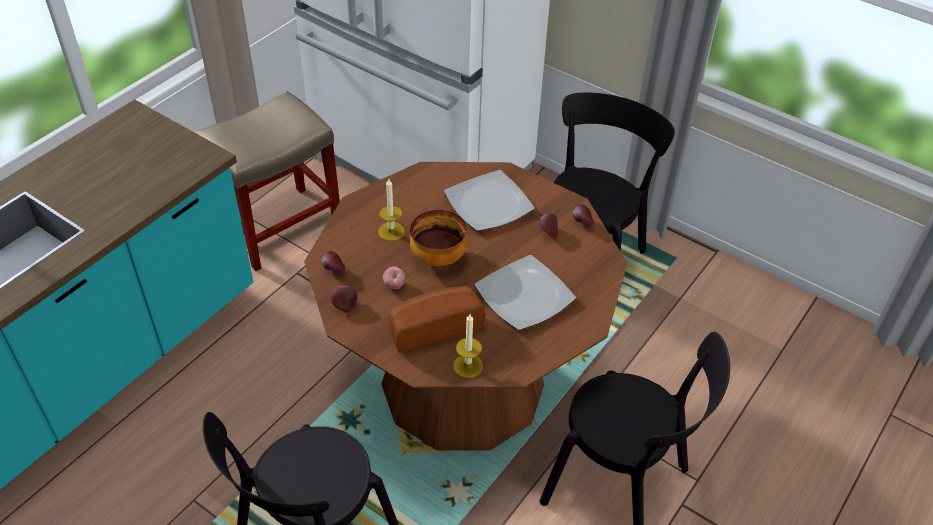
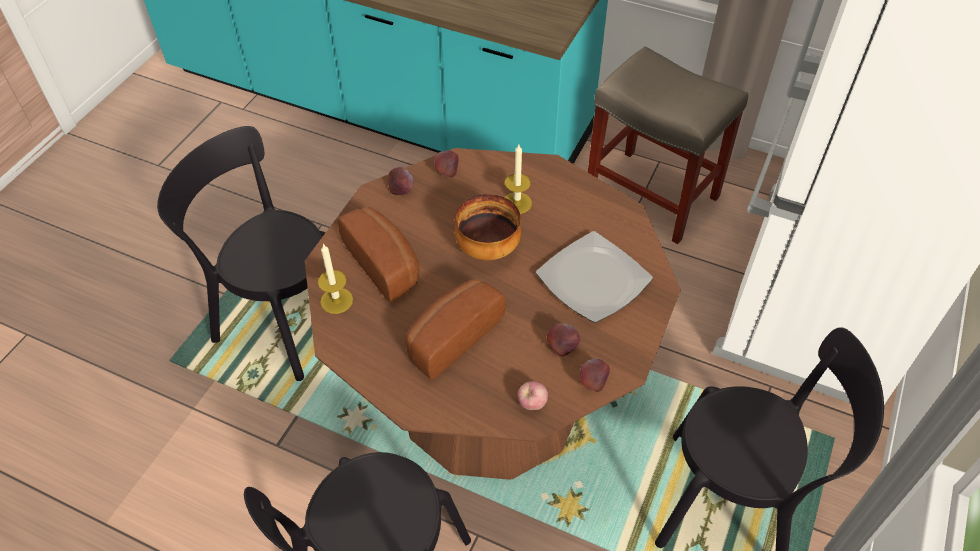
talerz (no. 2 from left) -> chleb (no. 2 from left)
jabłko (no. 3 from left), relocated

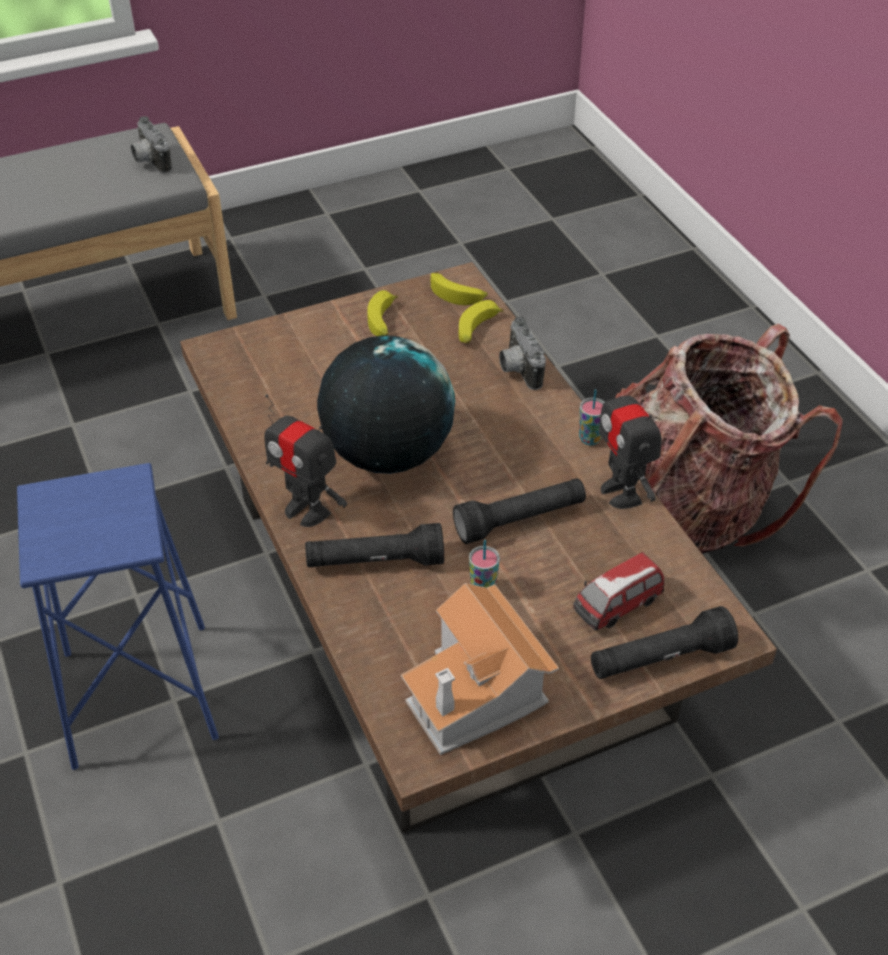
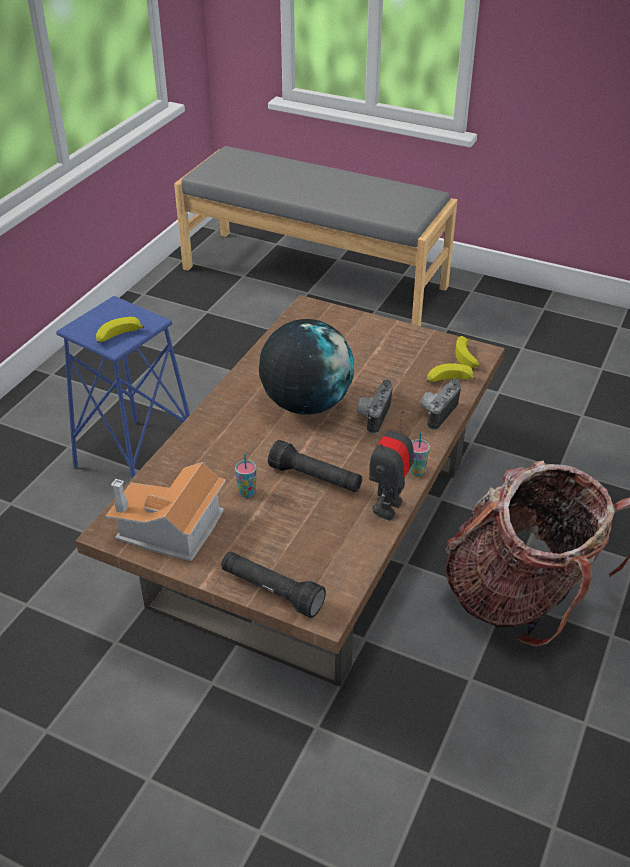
banan (no. 1 from left), relocated
aparat fotograficzny (no. 1 from left), relocated
robot zabawkowy (no. 1 from left) -> none
latarka (czarny) (no. 1 from left) -> none
samochodzik -> none

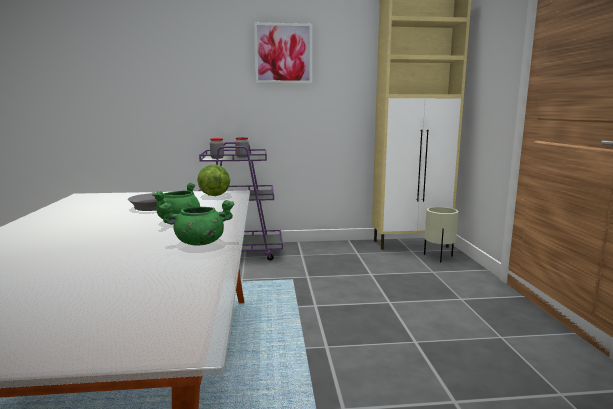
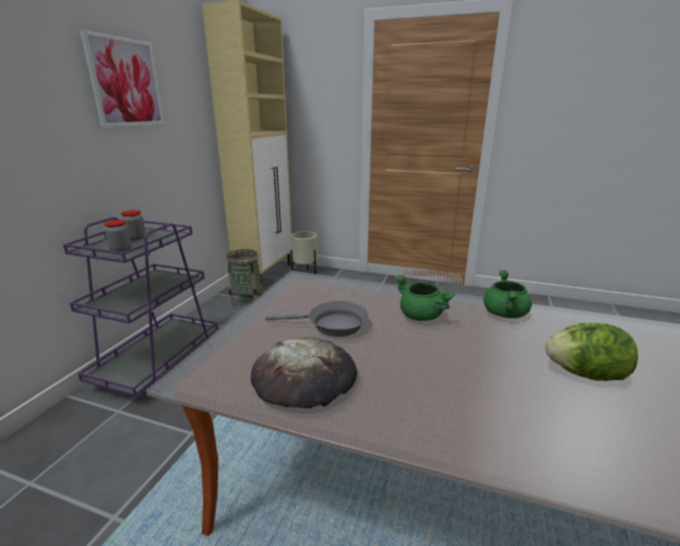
none -> koszyk
none -> chleb
sałata, relocated

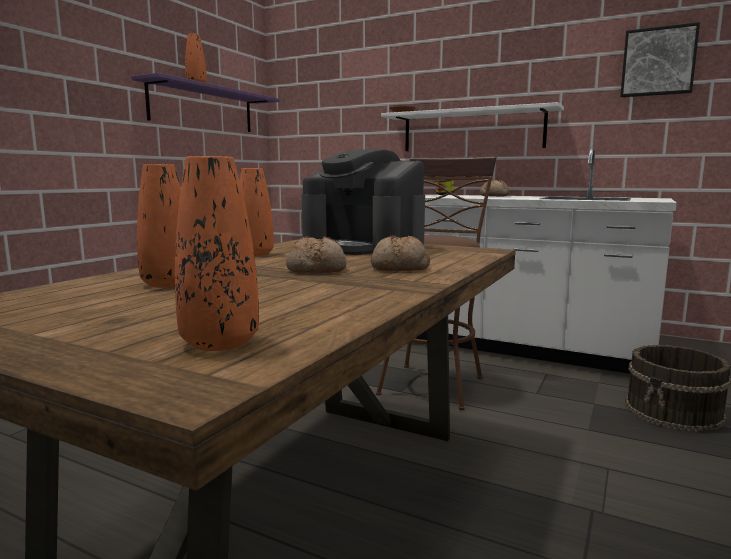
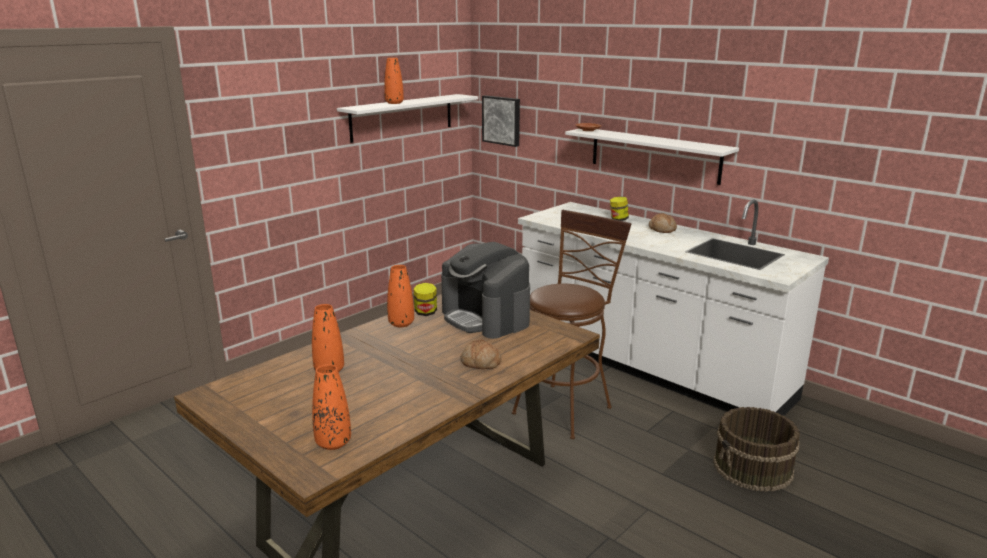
półka (fioletowy) -> półka (biały) (no. 1 from left)
none -> słoik (no. 1 from left)
obraz, relocated
chleb (no. 1 from left) -> none

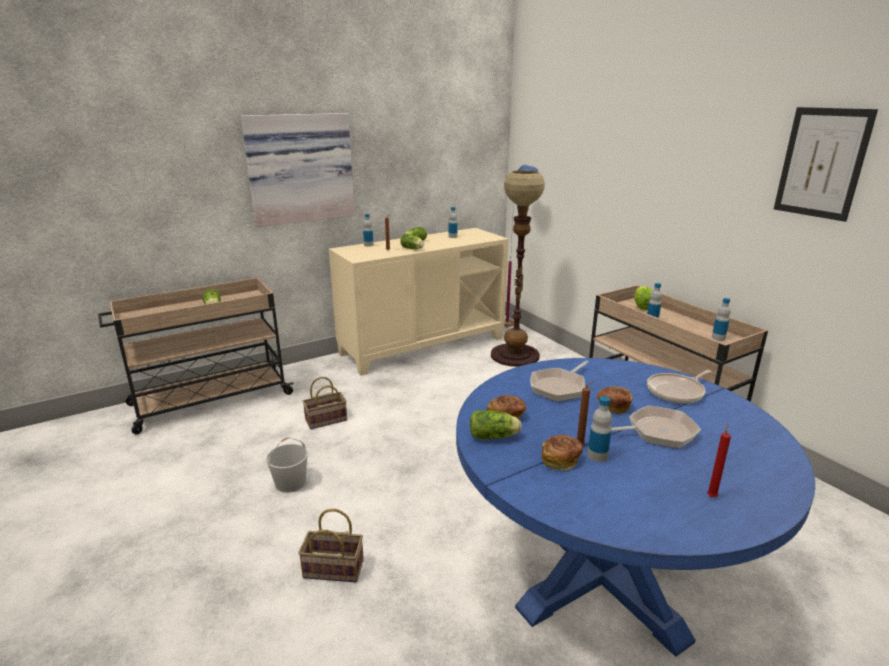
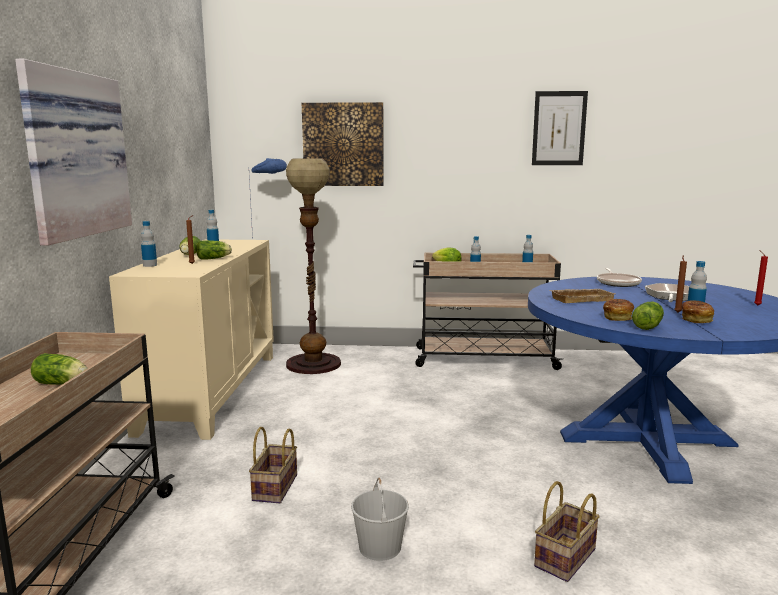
none -> obraz (no. 2 from left)
patelnia (no. 1 from left) -> taca (beżowy)
chleb (no. 3 from left) -> none

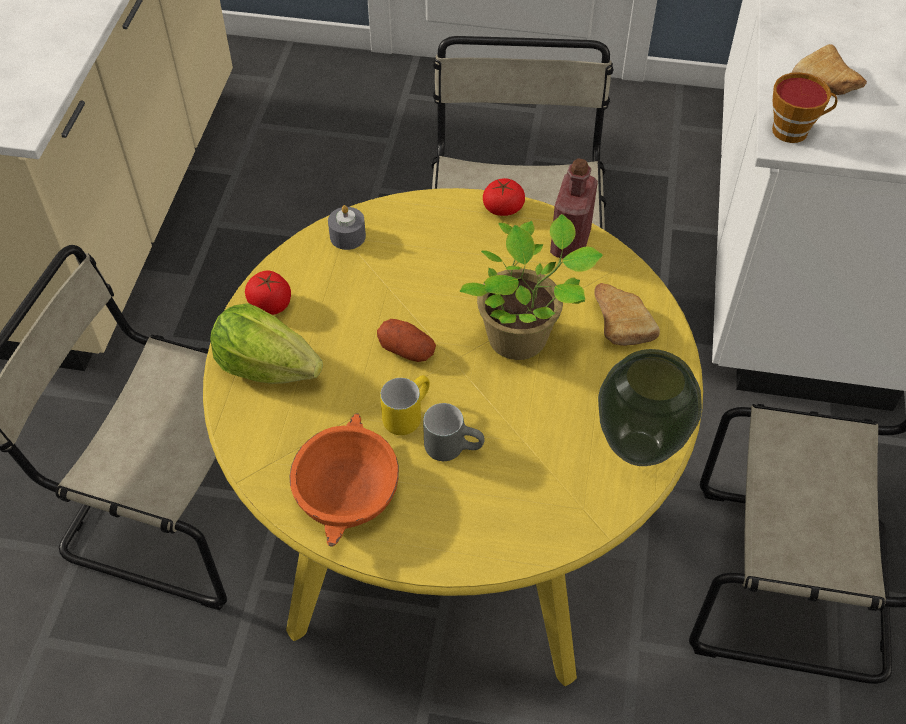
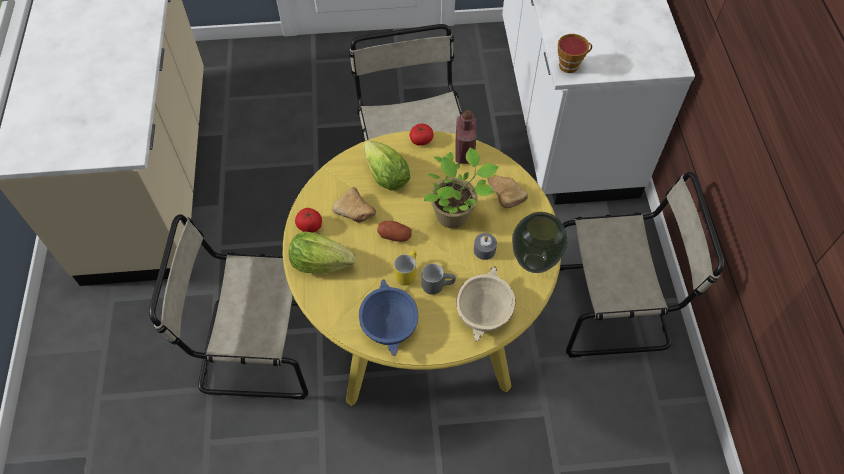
chleb (no. 2 from left in the first image) -> chleb (no. 1 from left), relocated
miska (pomarańczowy) -> miska (niebieski)
none -> sałata (no. 2 from left)
none -> miska (beżowy)
świeca (szary), relocated

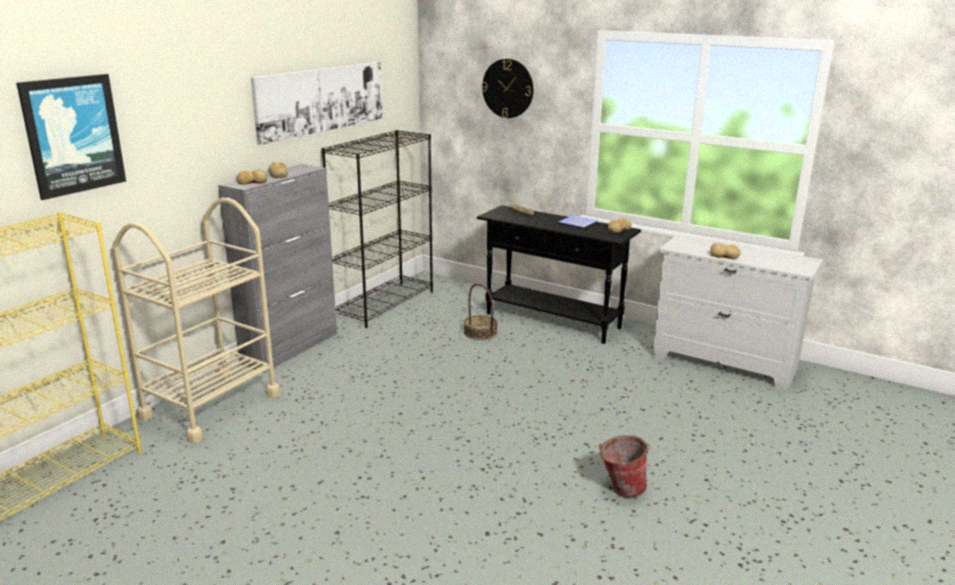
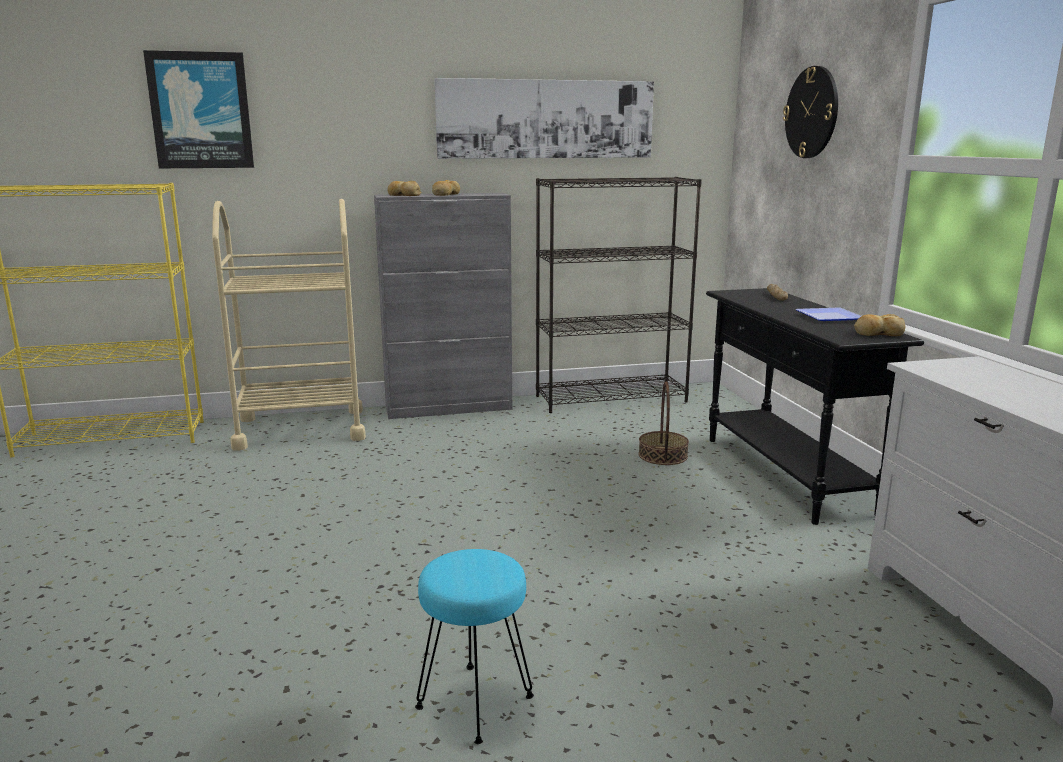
wiadro -> stołek (turkusowy)
chleb (no. 5 from left) -> none

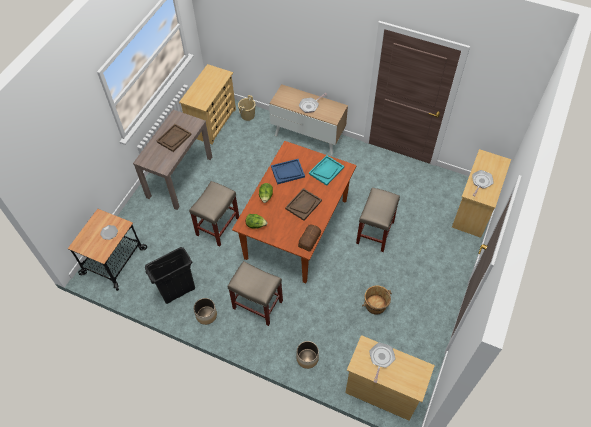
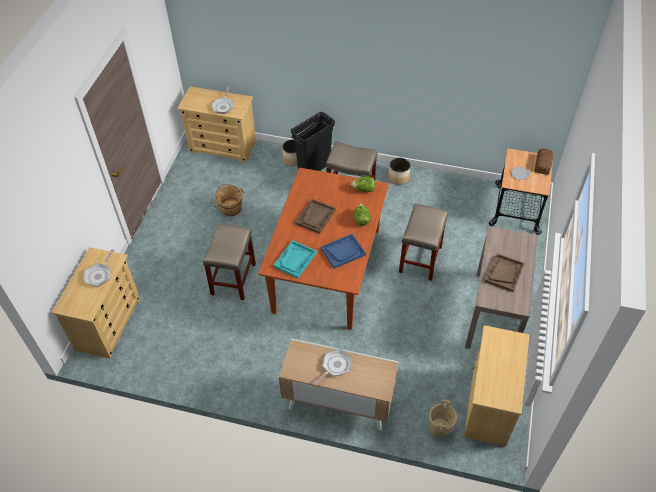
kosz na śmieci (czarny), relocated
chleb, relocated

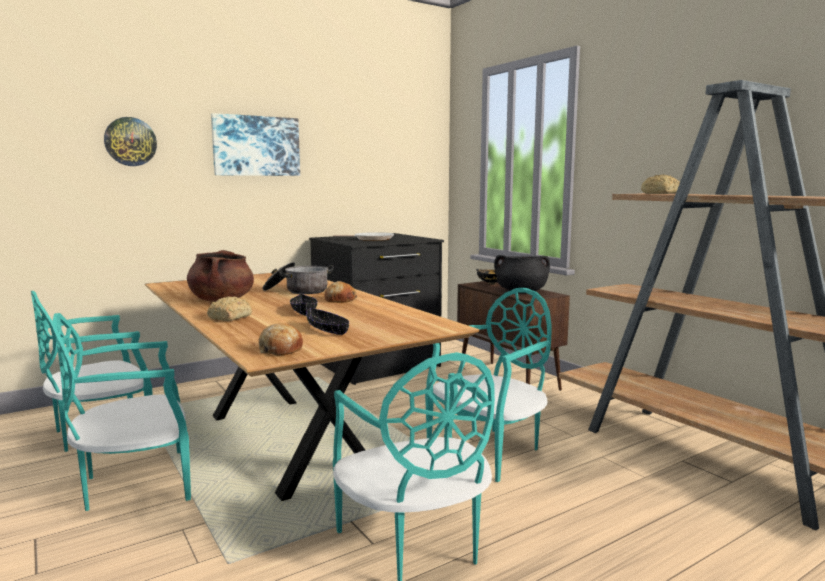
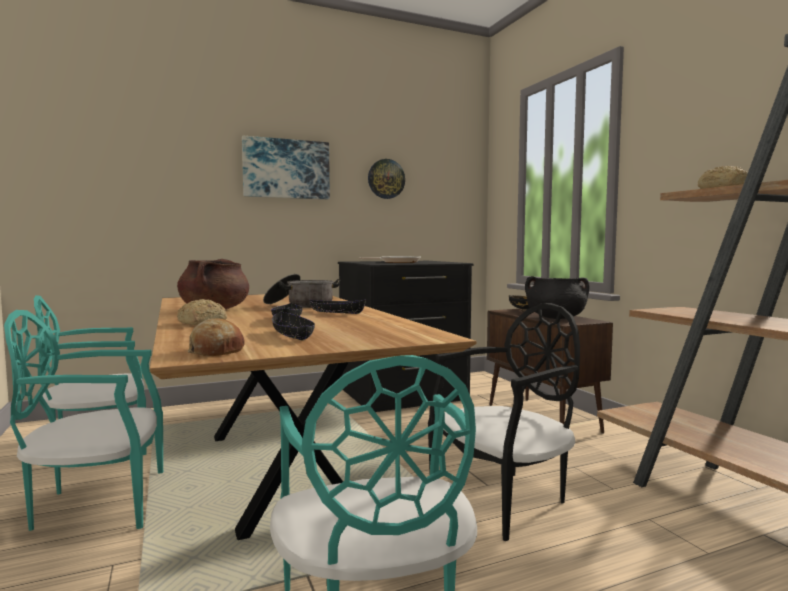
chleb (no. 3 from left) -> miska (czarny) (no. 3 from left)
zegar ścienny, relocated
krzesło (turkusowy) (no. 4 from left) -> krzesło (czarny)

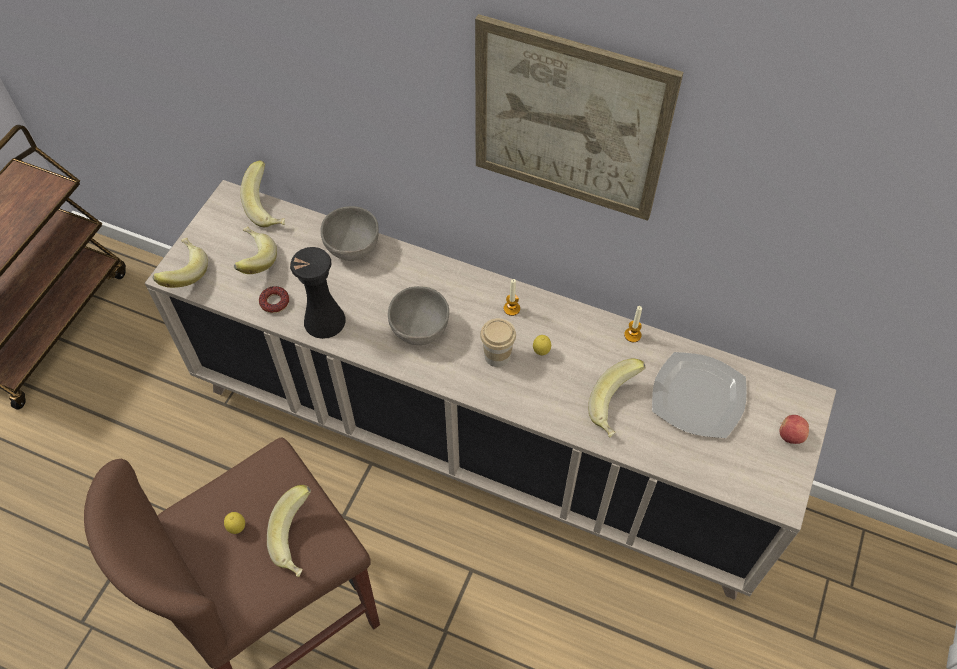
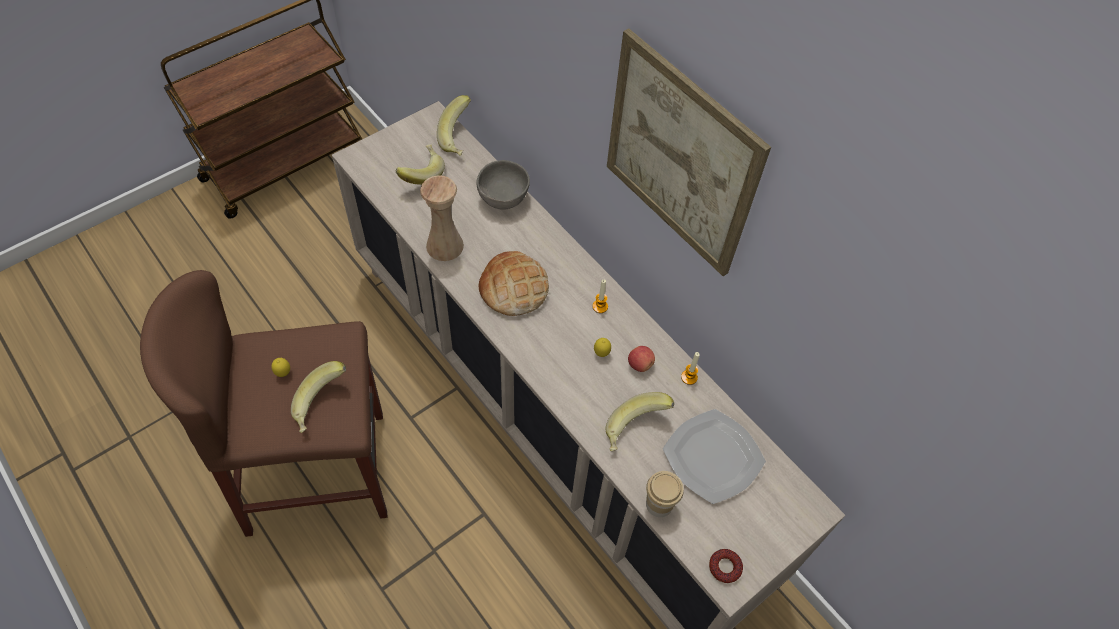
wazon (czarny) -> wazon (beżowy)
miska (szary) (no. 2 from left) -> chleb
jabłko, relocated
filiżanka, relocated
donut, relocated
banan (no. 1 from left) -> none

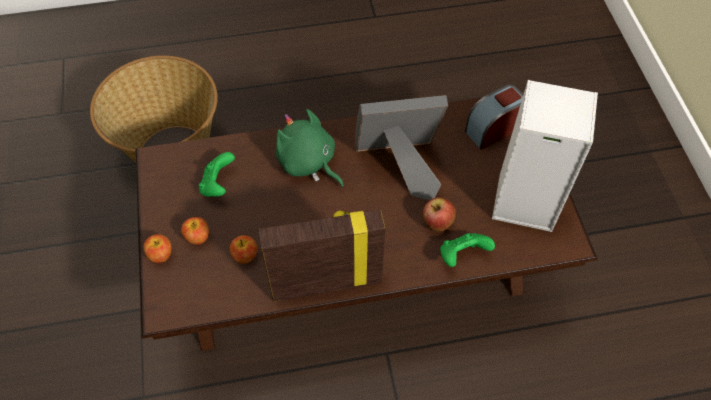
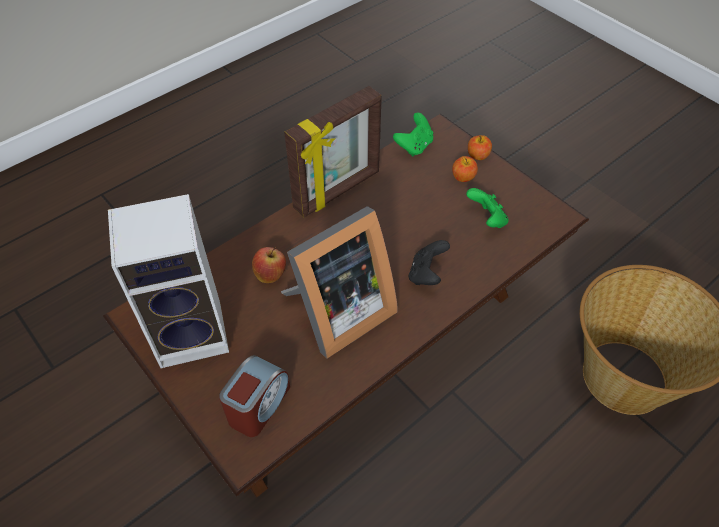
pad do gier (zielony) (no. 2 from left in the first image) -> pad do gier (zielony) (no. 1 from left), relocated
pluszak (zielony) -> pad do gier (czarny)
jabłko (no. 3 from left) -> none

